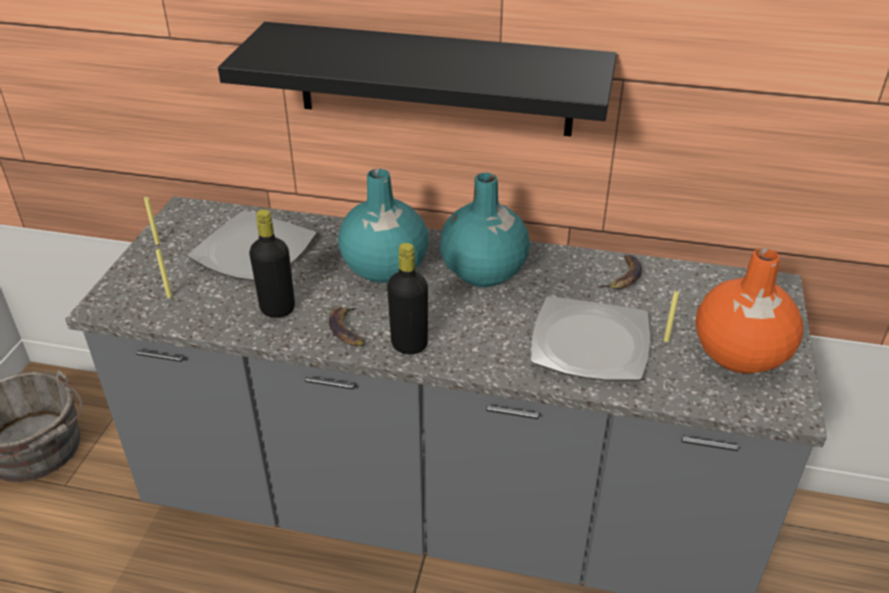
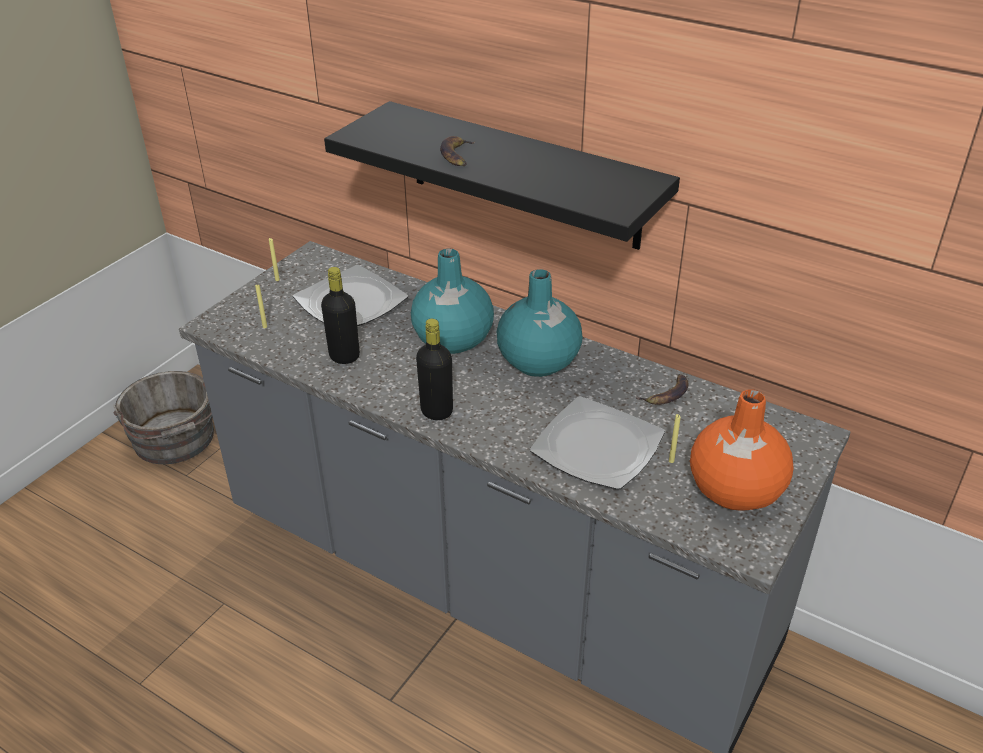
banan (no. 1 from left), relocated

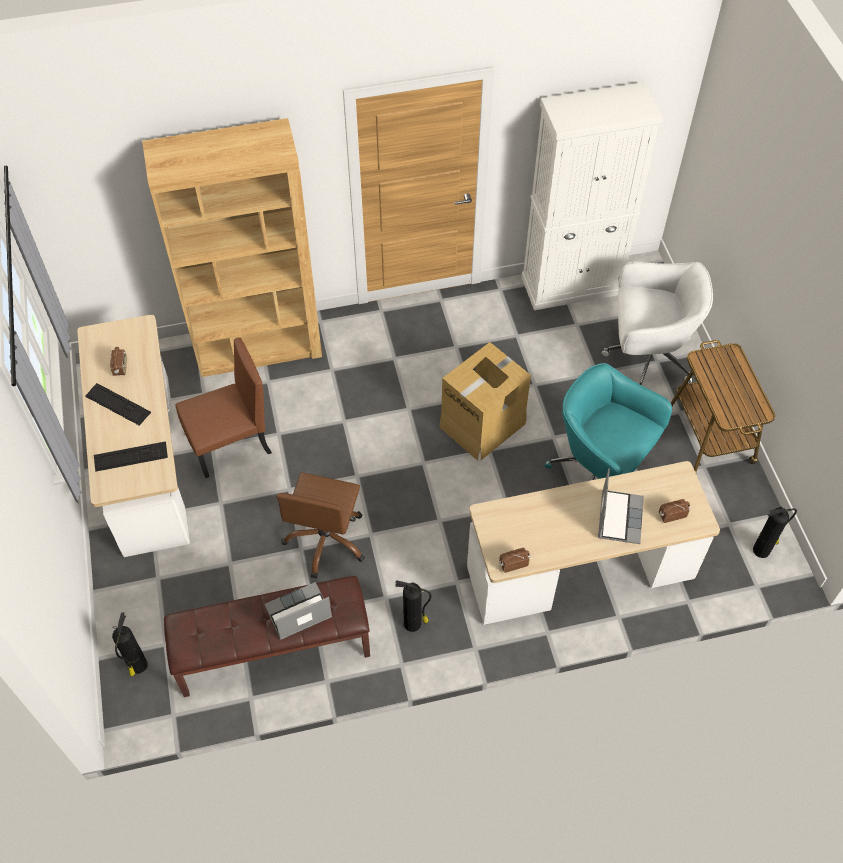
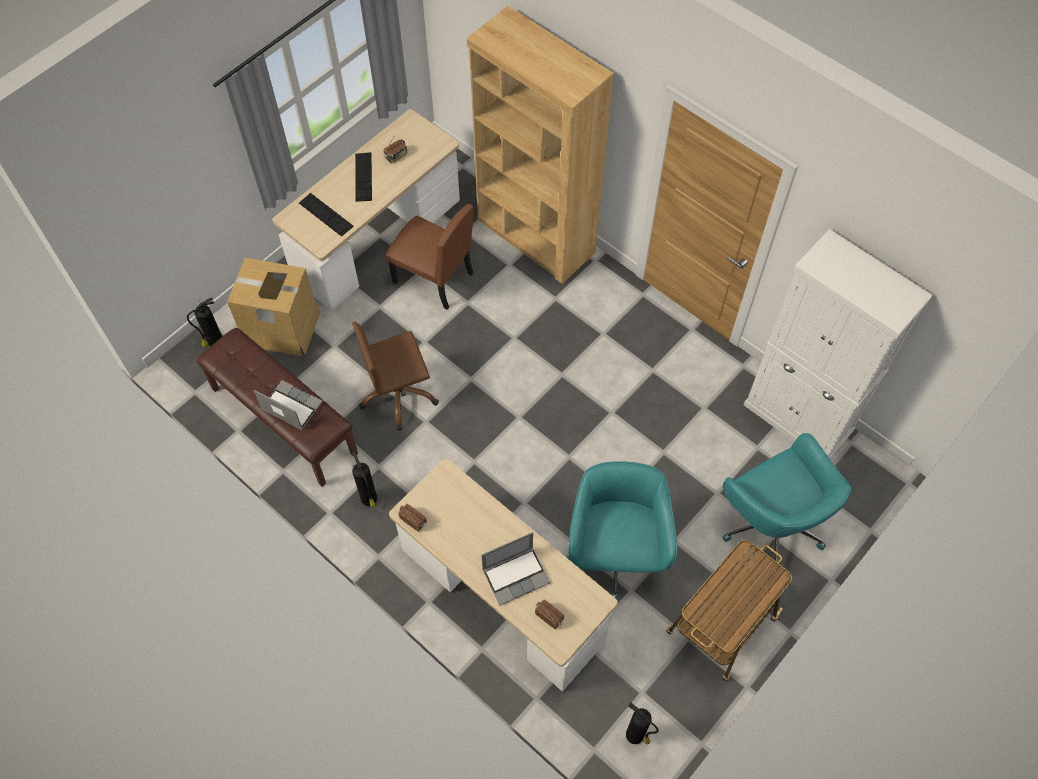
karton, relocated
krzesło biurowe (biały) -> krzesło biurowe (turkusowy) (no. 2 from left)

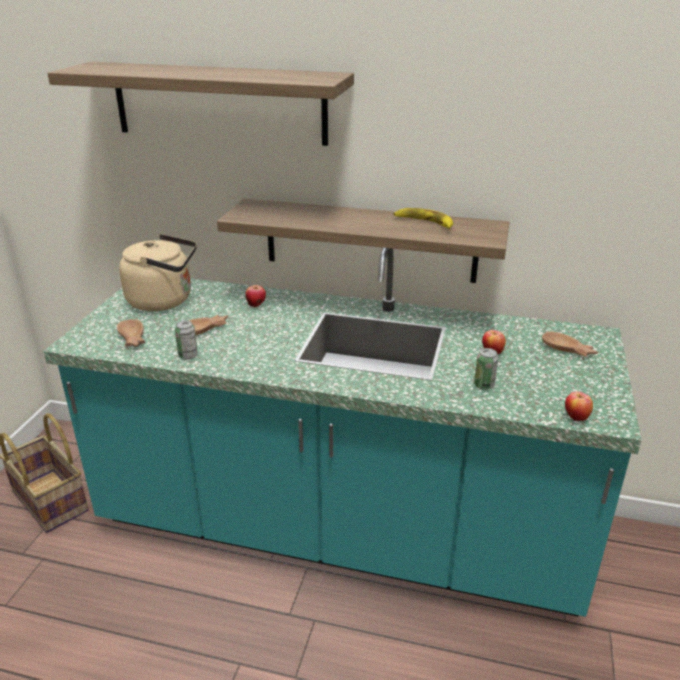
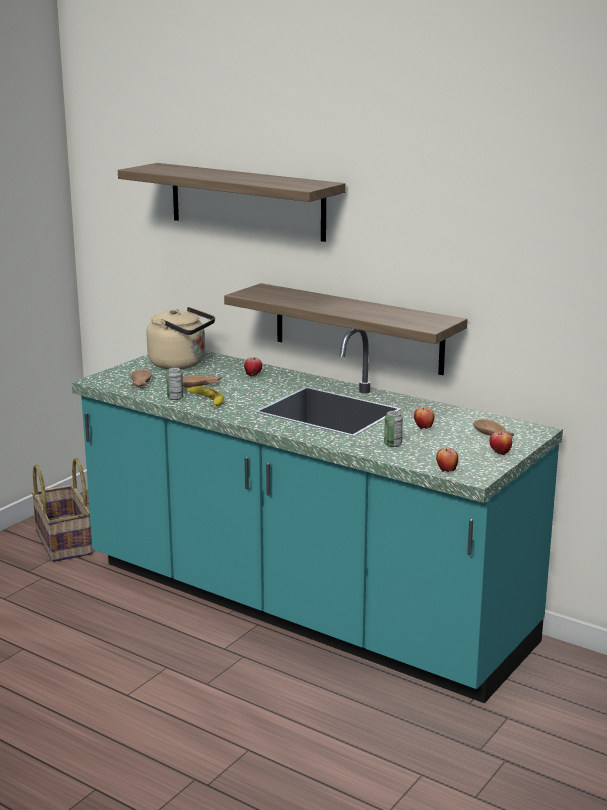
banan, relocated
none -> jabłko (no. 4 from left)

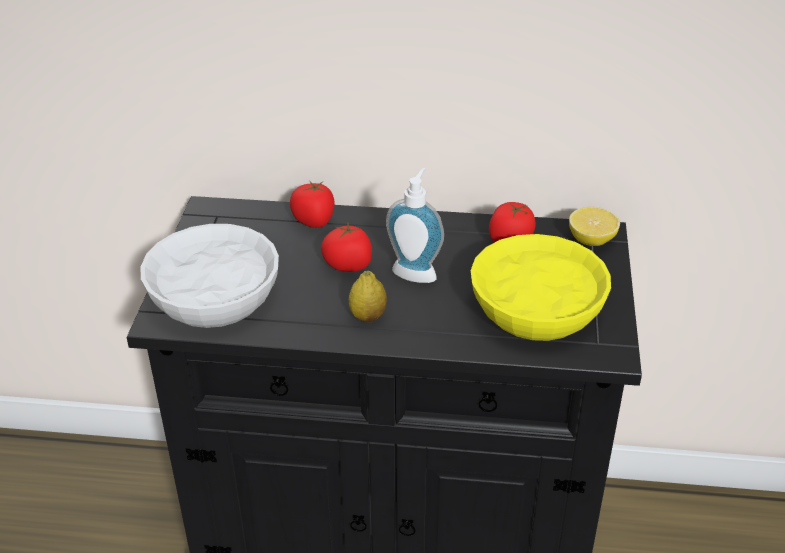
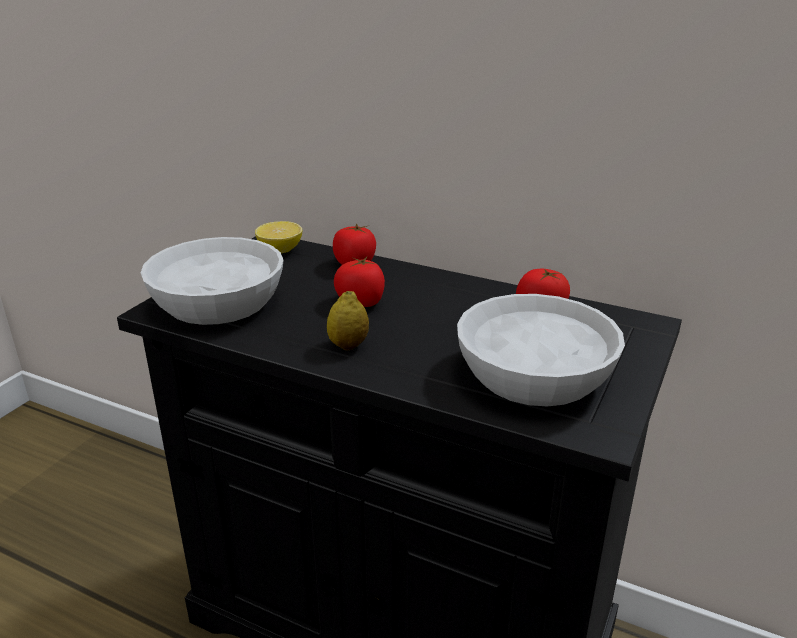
cytryna (no. 2 from left in the first image) -> cytryna (no. 1 from left), relocated
miska (żółty) -> miska (biały) (no. 2 from left)
dozownik mydła -> none

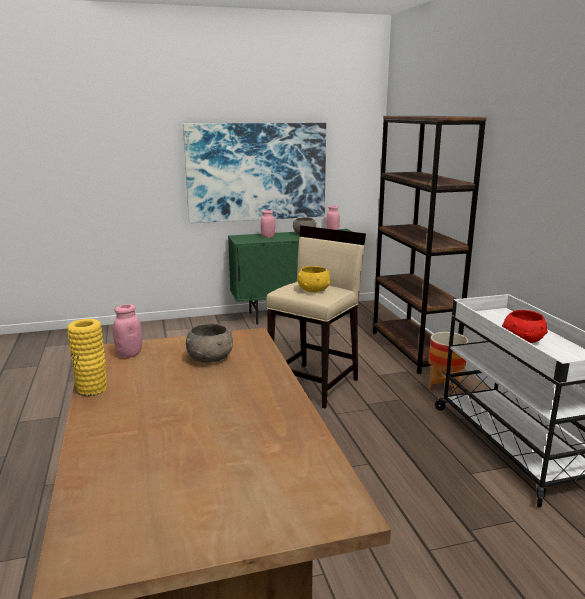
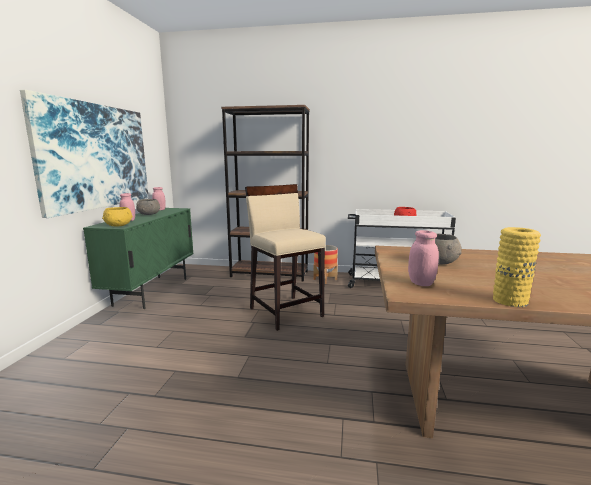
miska (żółty), relocated

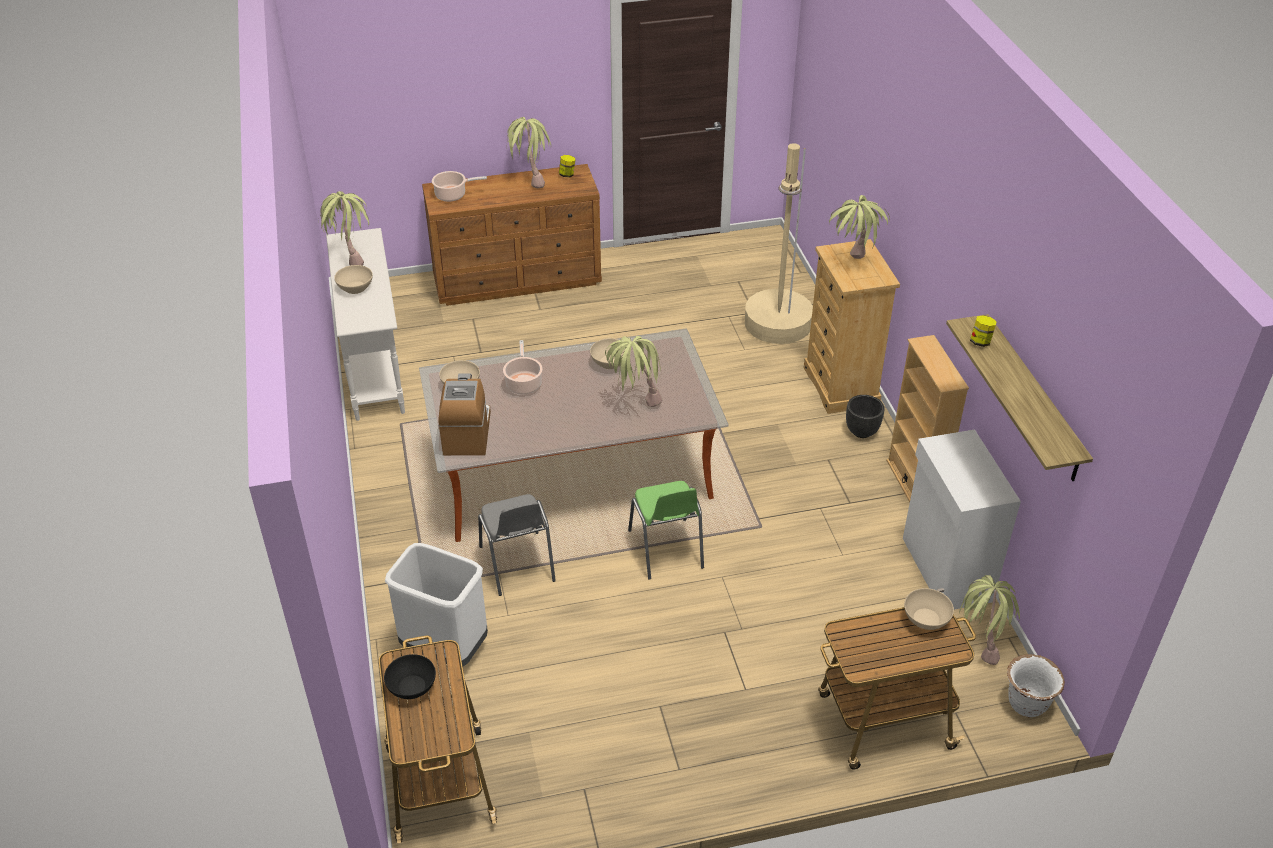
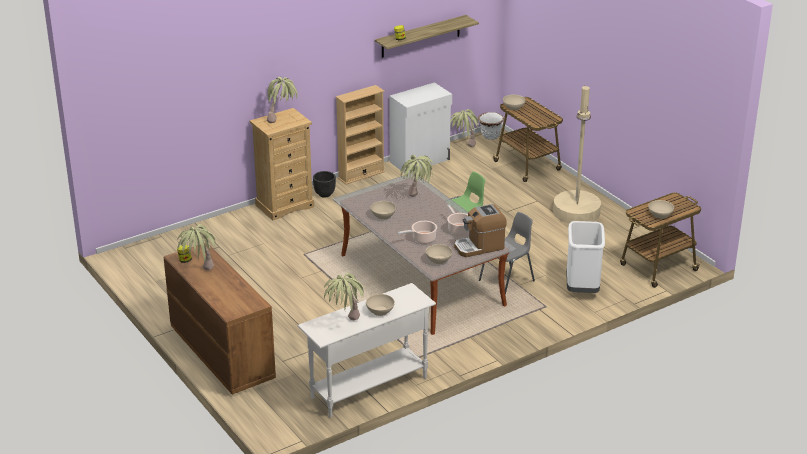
garnek (no. 1 from left in the first image) -> garnek (no. 2 from left), relocated
lampa stojąca (beżowy), relocated
miska (czarny) -> miska (beżowy) (no. 5 from left)

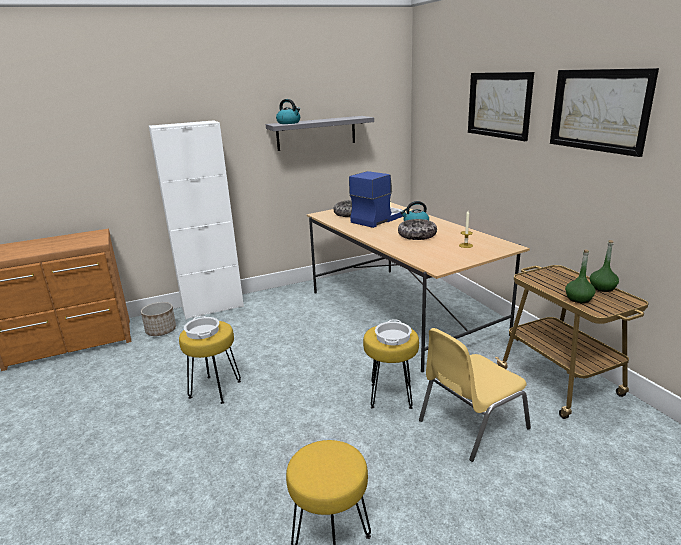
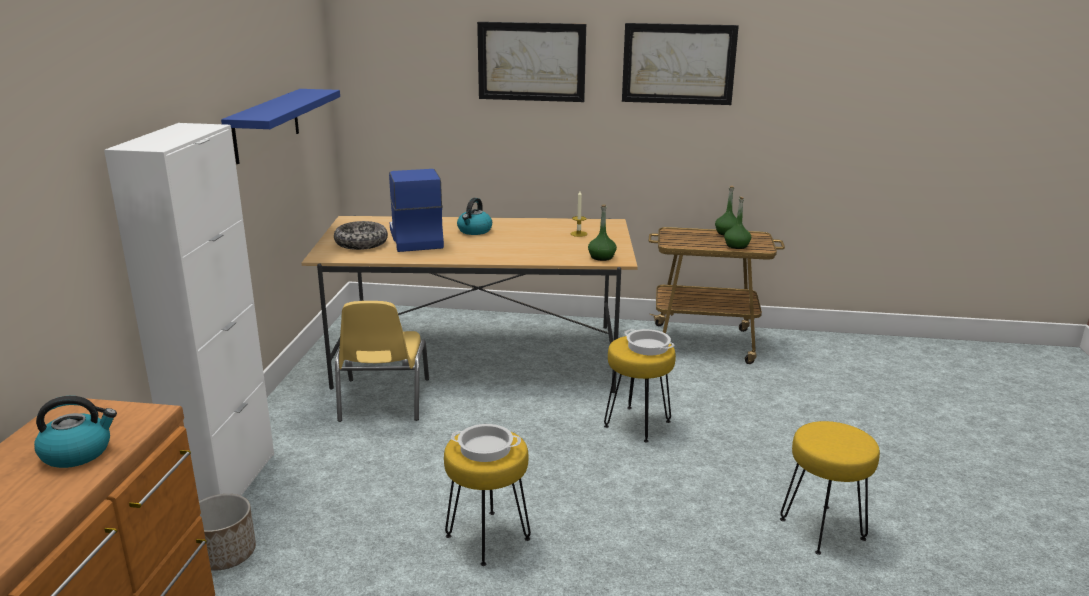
czajnik (no. 1 from left), relocated
półka (szary) -> półka (niebieski)
krzesło (żółty), relocated
none -> butelka (zielony) (no. 1 from left)
miska (no. 2 from left) -> none

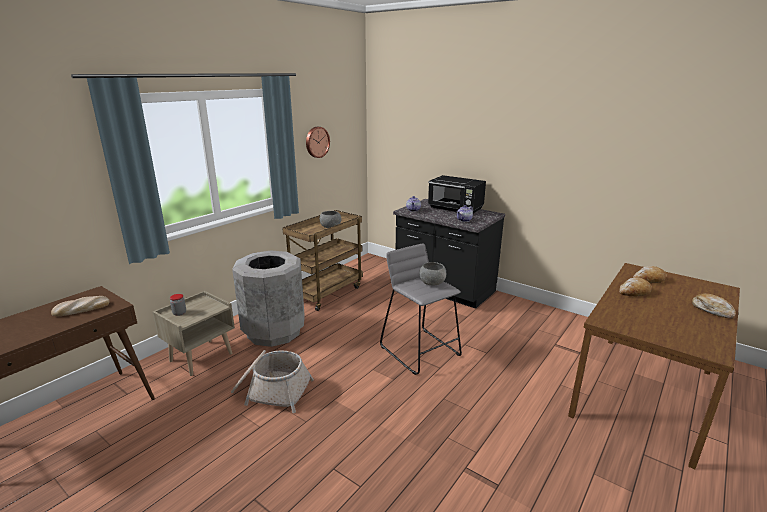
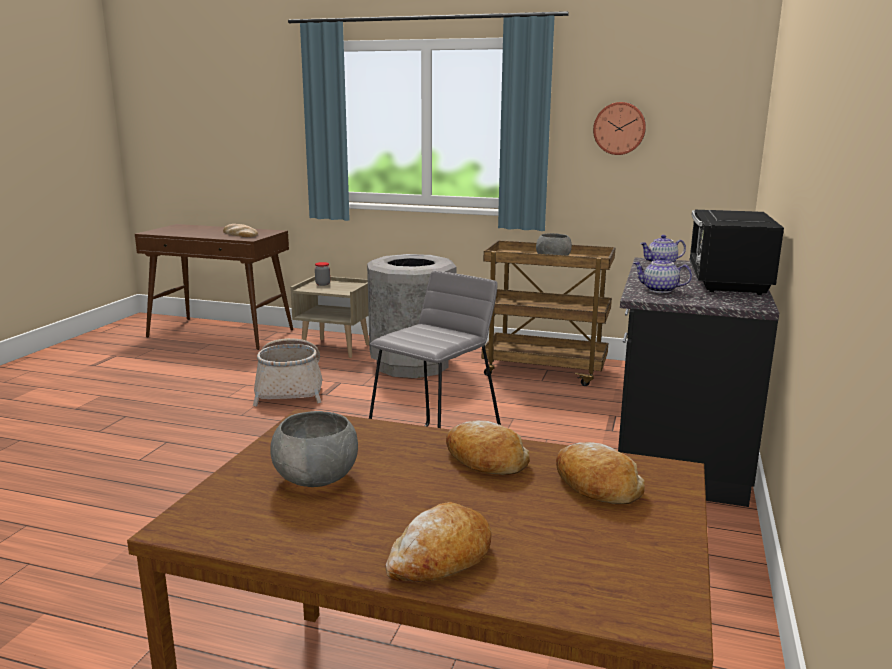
miska (szary) (no. 2 from left in the first image) -> miska (szary) (no. 1 from left), relocated

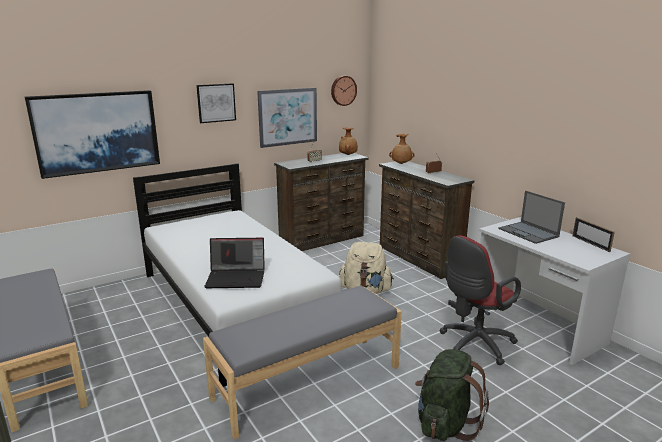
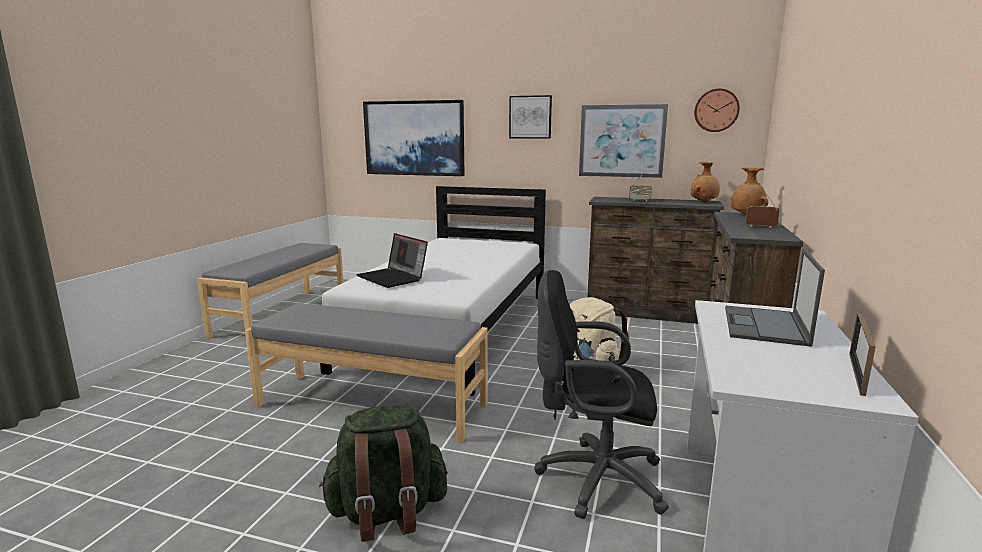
krzesło biurowe (czerwony) -> krzesło biurowe (czarny)

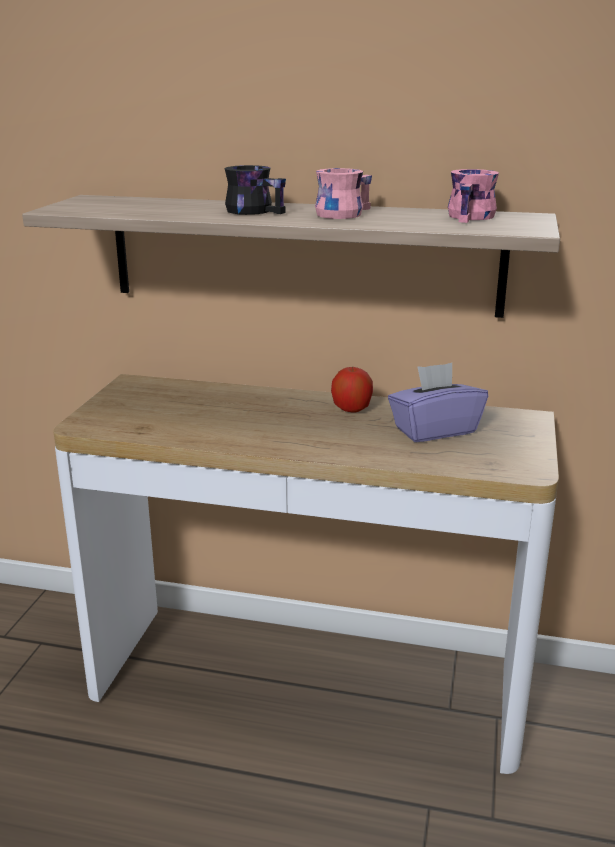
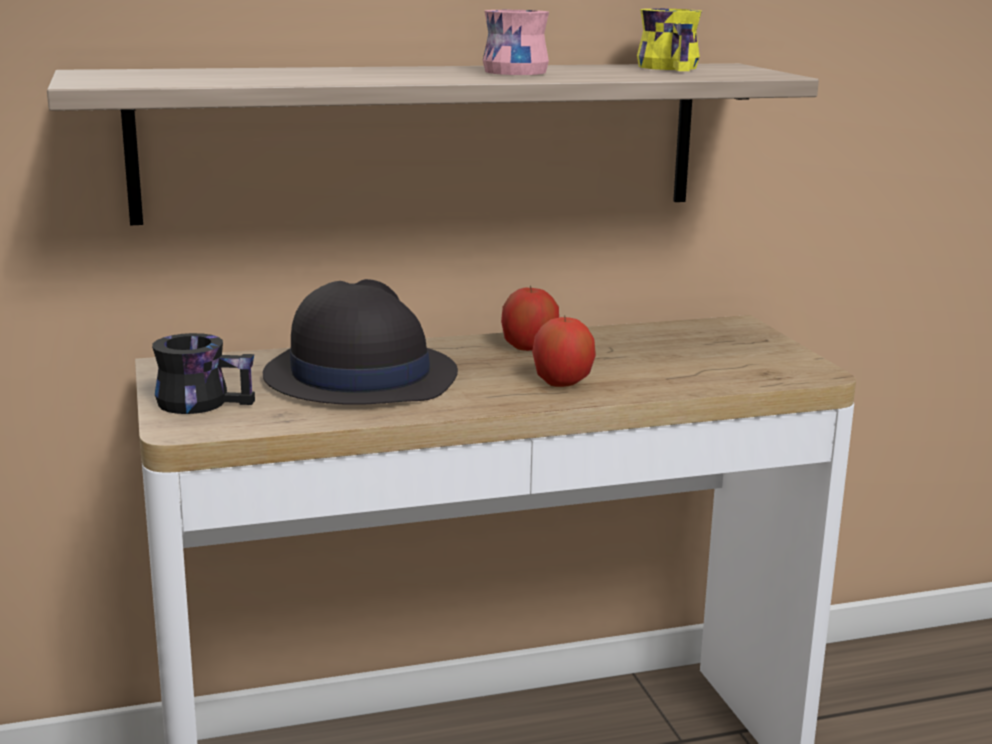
kubek (czarny), relocated
none -> kapelusz (czarny)
none -> jabłko (no. 2 from left)
kubek (różowy) (no. 2 from left) -> kubek (żółty)
pudełko chusteczek (fioletowy) -> none

